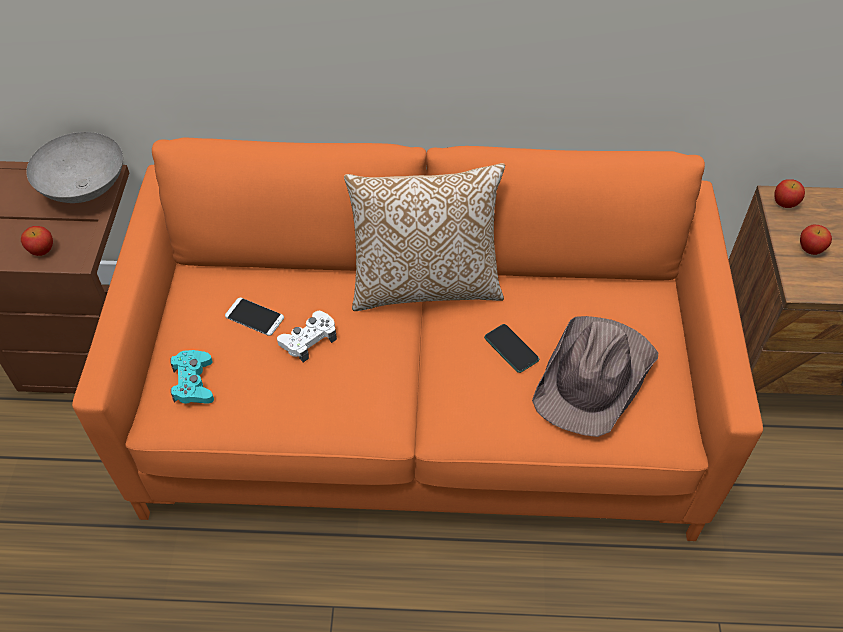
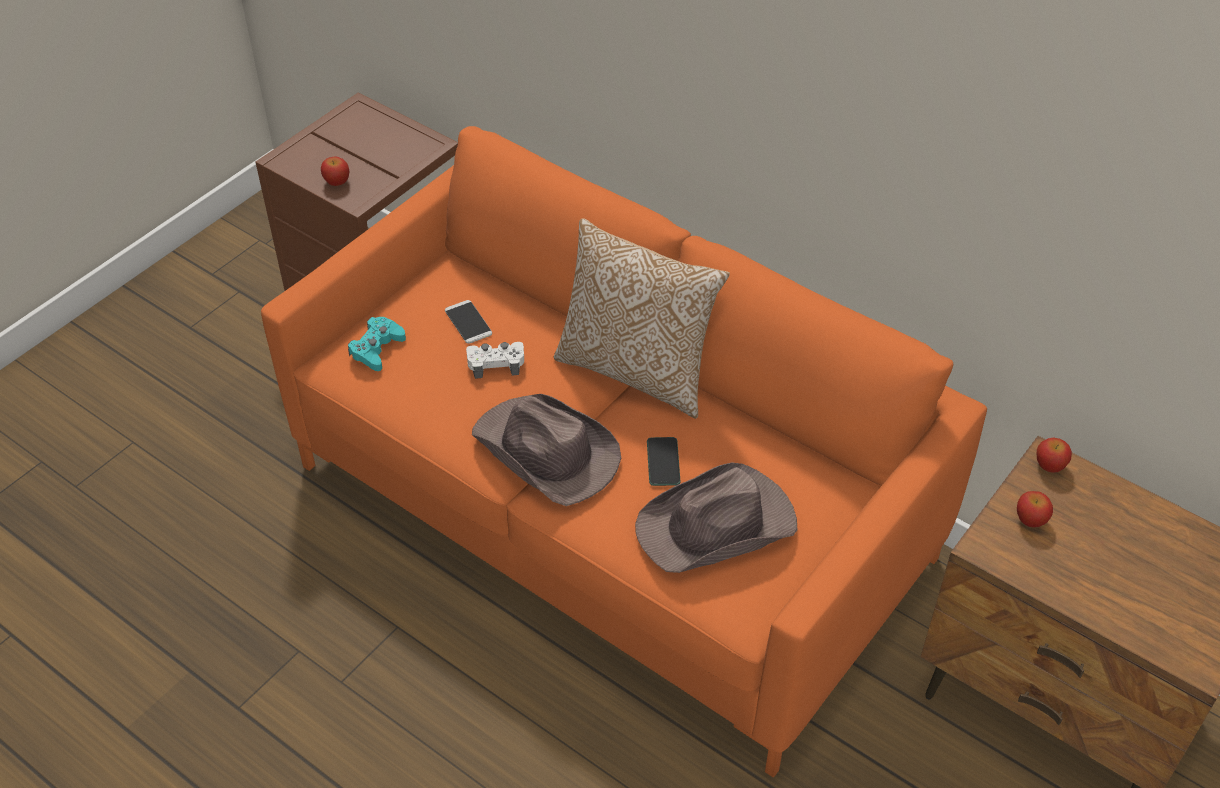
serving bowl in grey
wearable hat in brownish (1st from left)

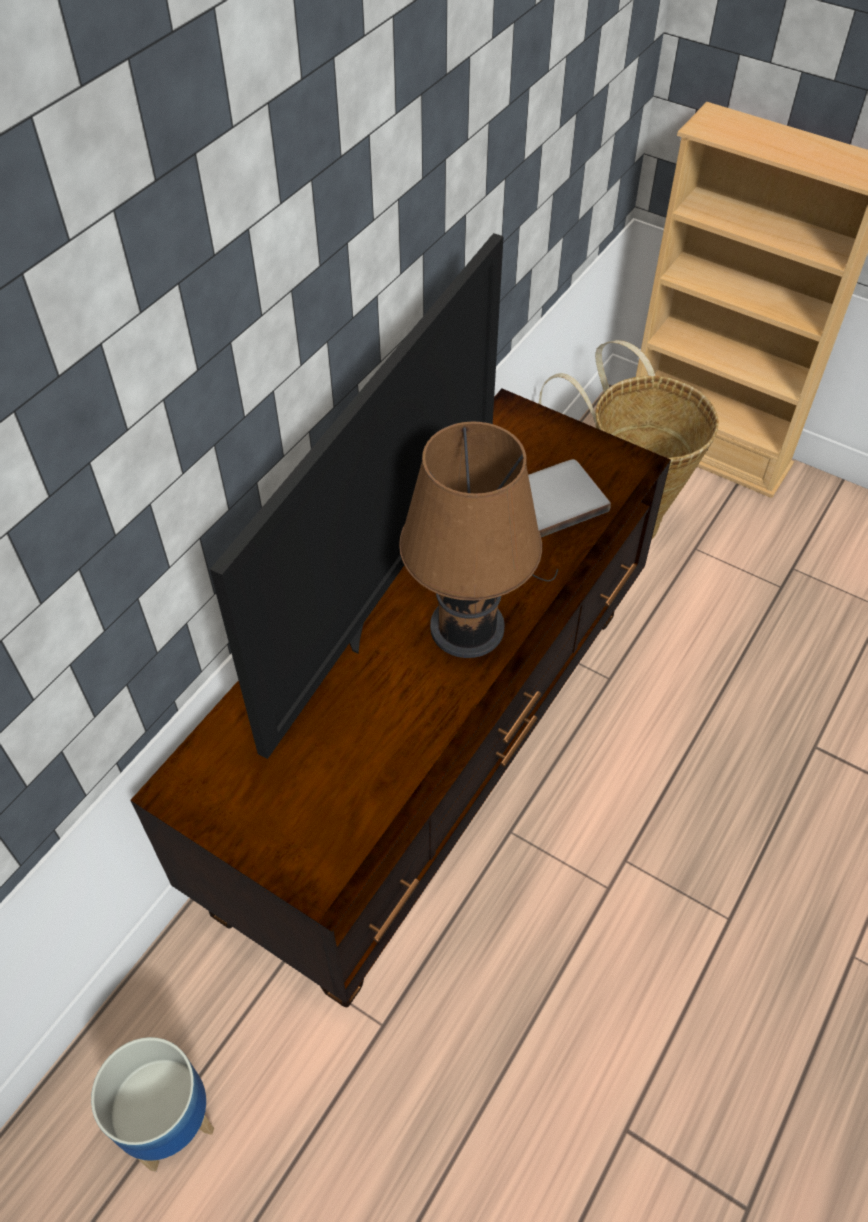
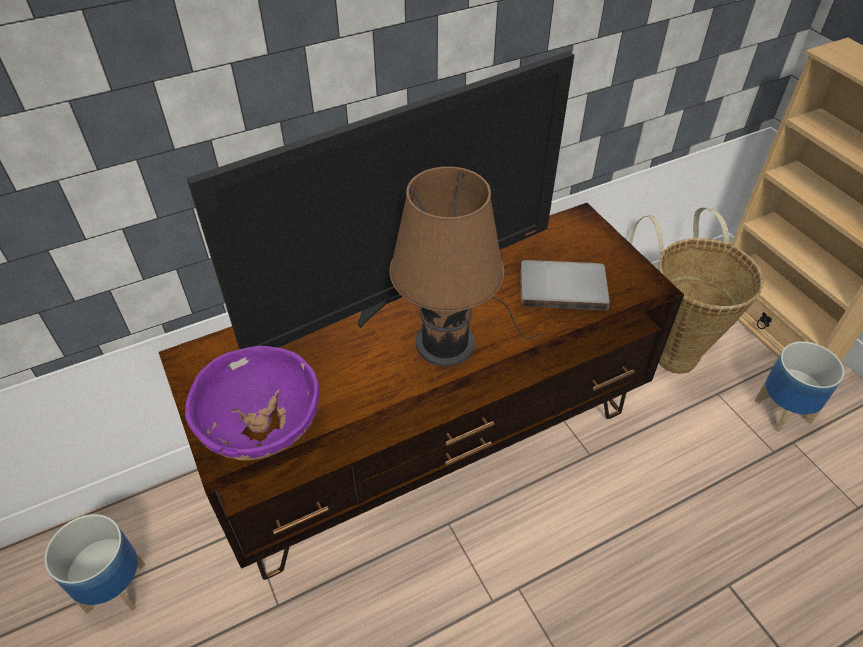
serving bowl in purple
flower pot (2nd from left)

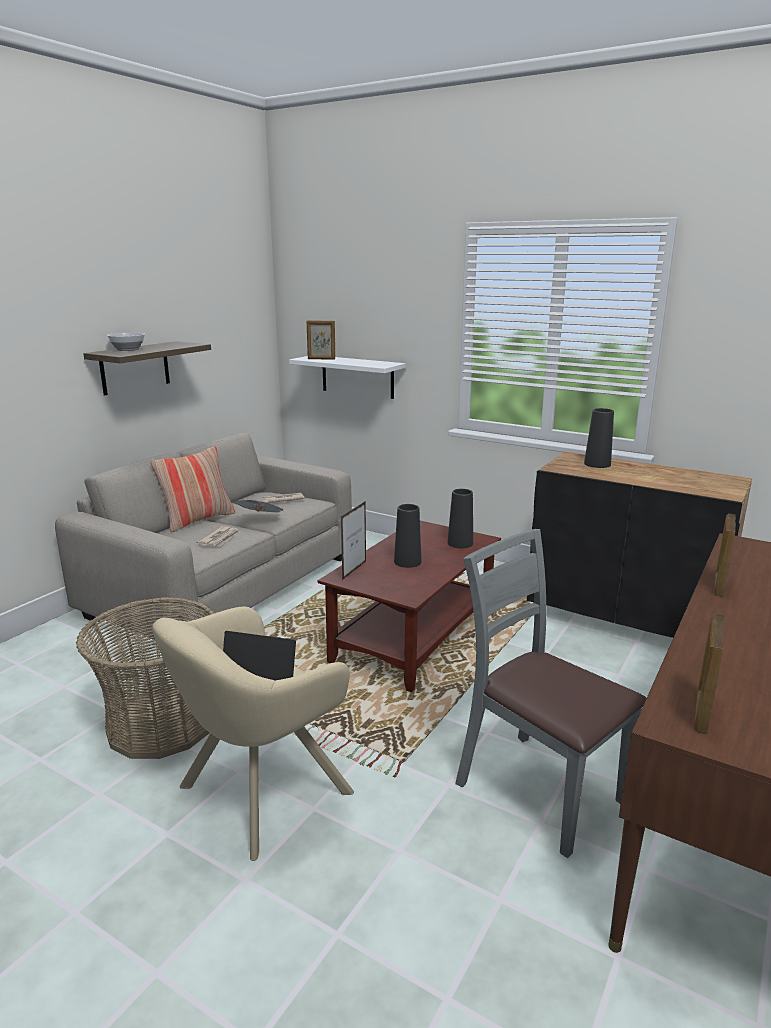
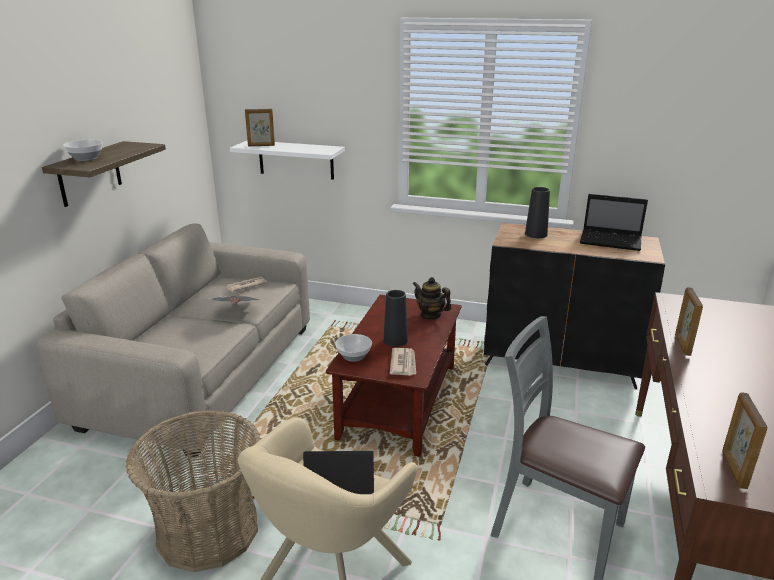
pillow
portable computer (2nd from left)
newspaper (3rd from left)
serving bowl (2nd from left)
pot for tea

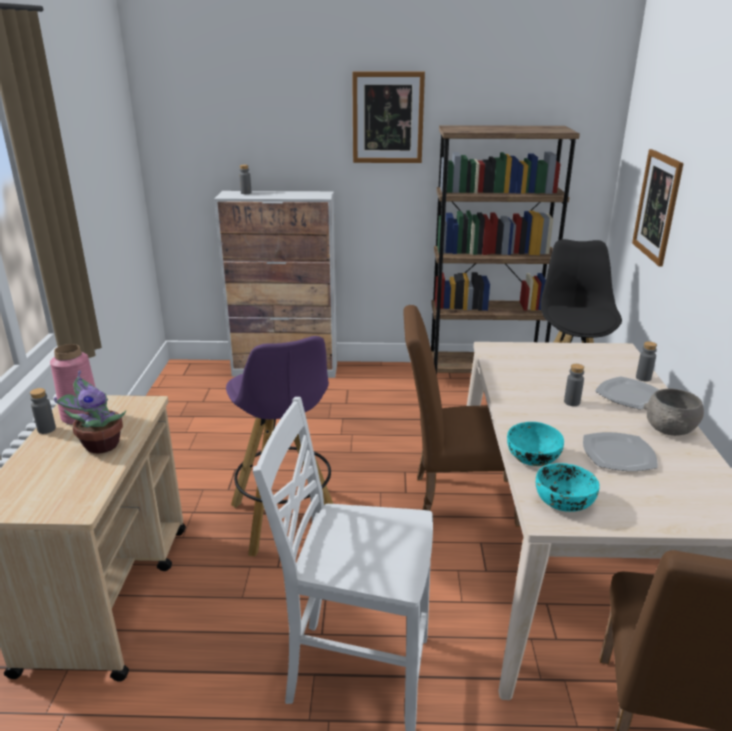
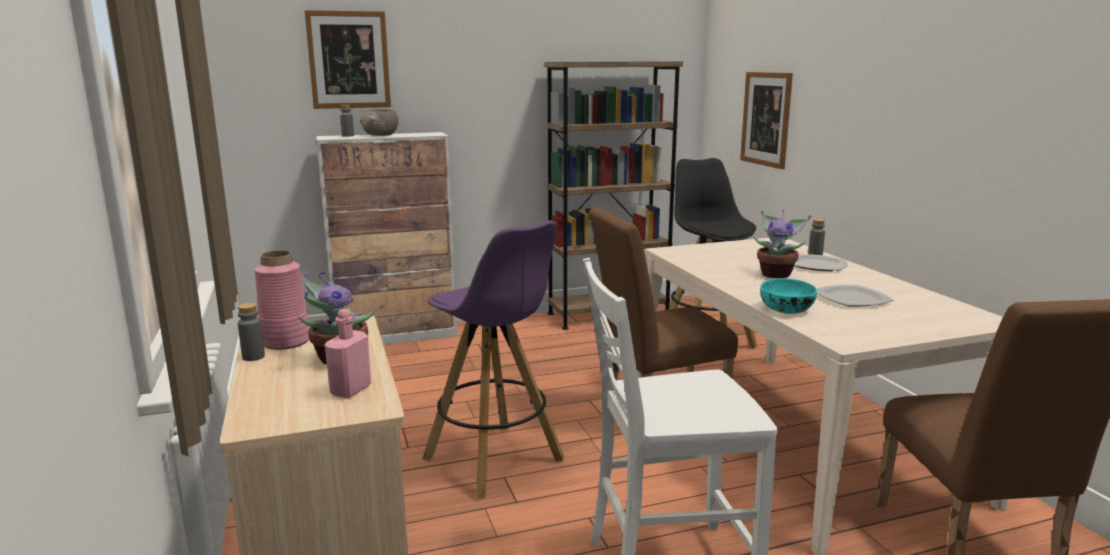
serving bowl in turquoise-coloured (2nd from left in the first image)
bottle in pink-coloured
wall art (1st from left)
serving bowl in grey
houseplant (2nd from left)

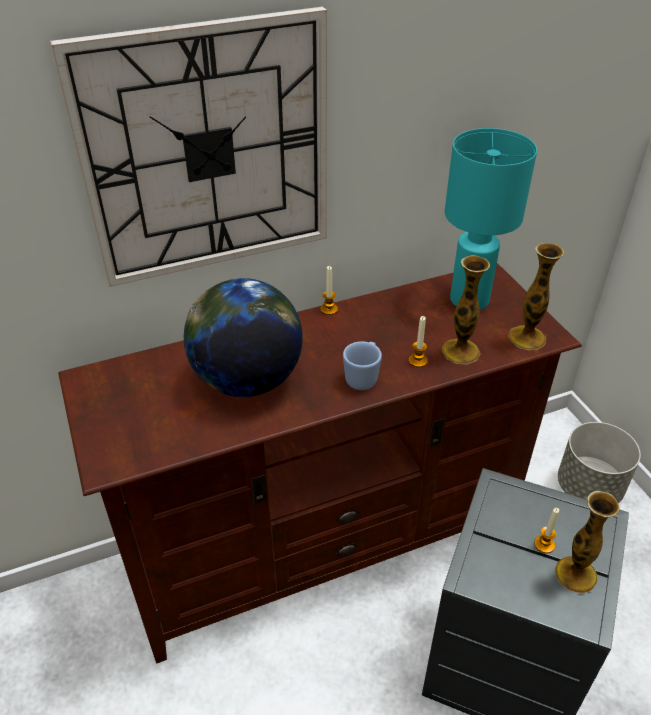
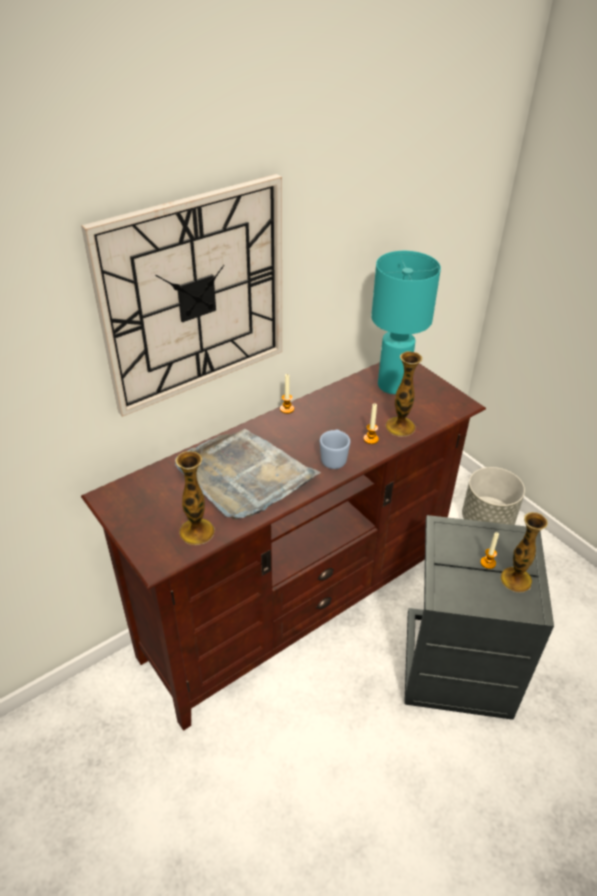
flower vase (1st from left)
tray in grey

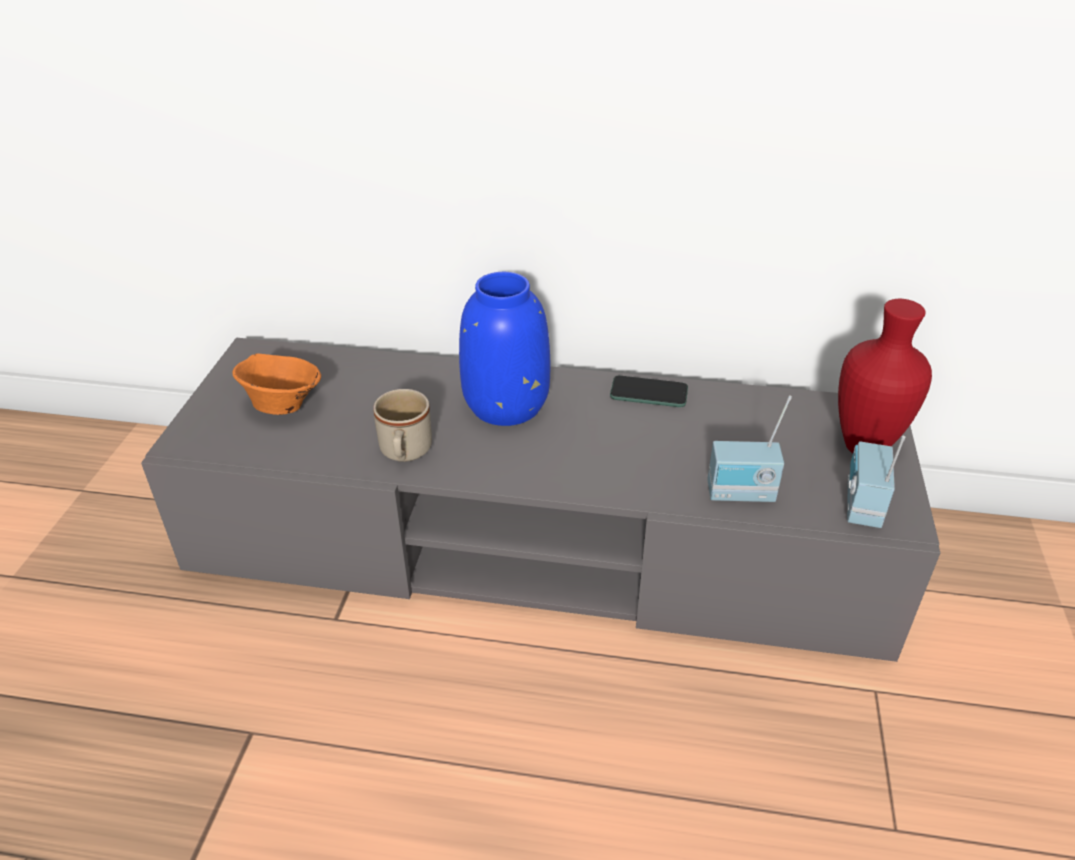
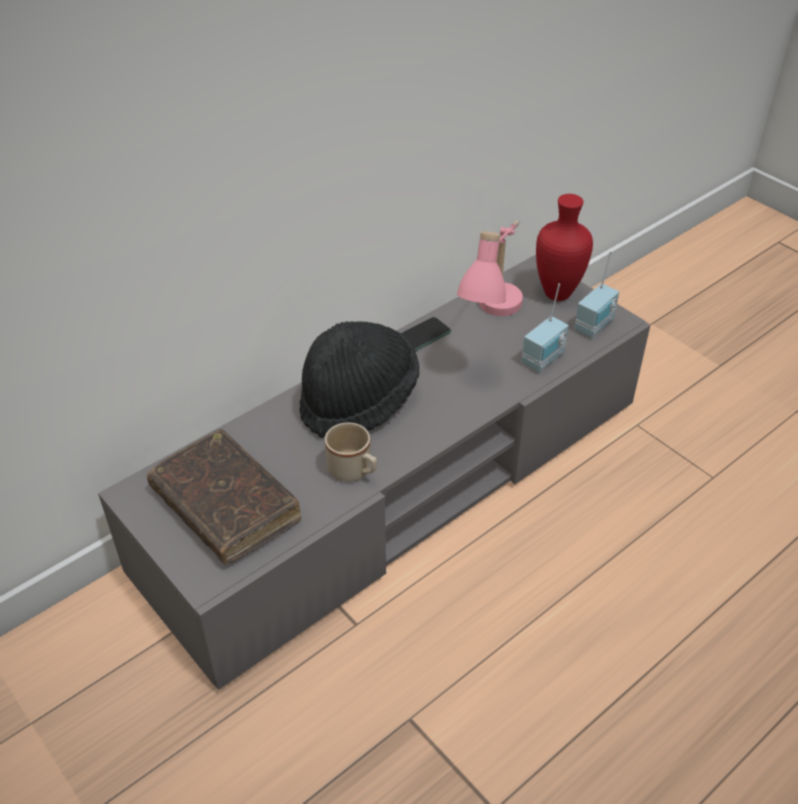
table lamp in pink-coloured
bound book in brownish
wearable hat in black
radio set (2nd from left)

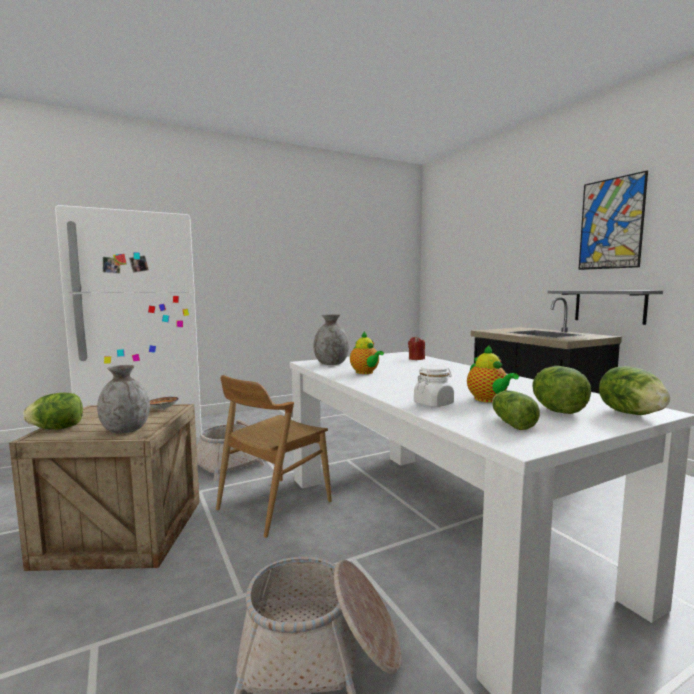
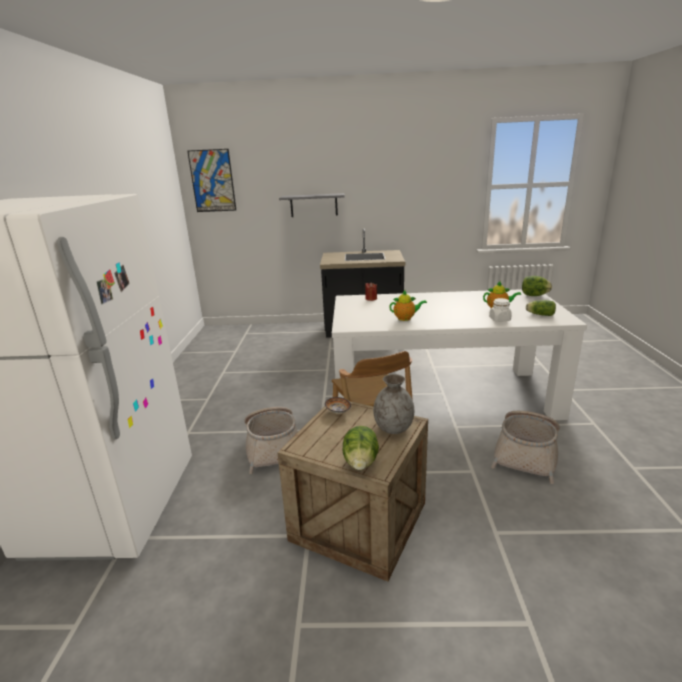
flower vase in grey (2nd from left in the first image)
lettuce (3rd from left in the first image)
shelf in grey
wall art

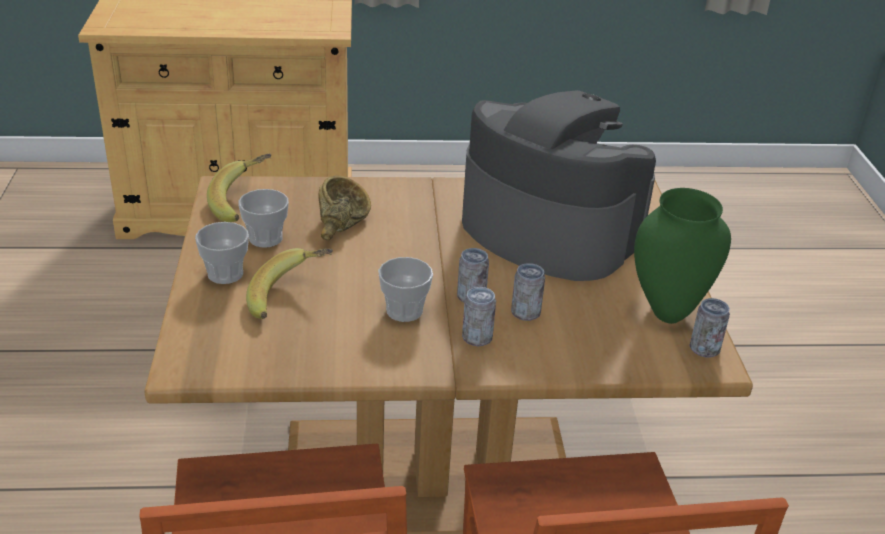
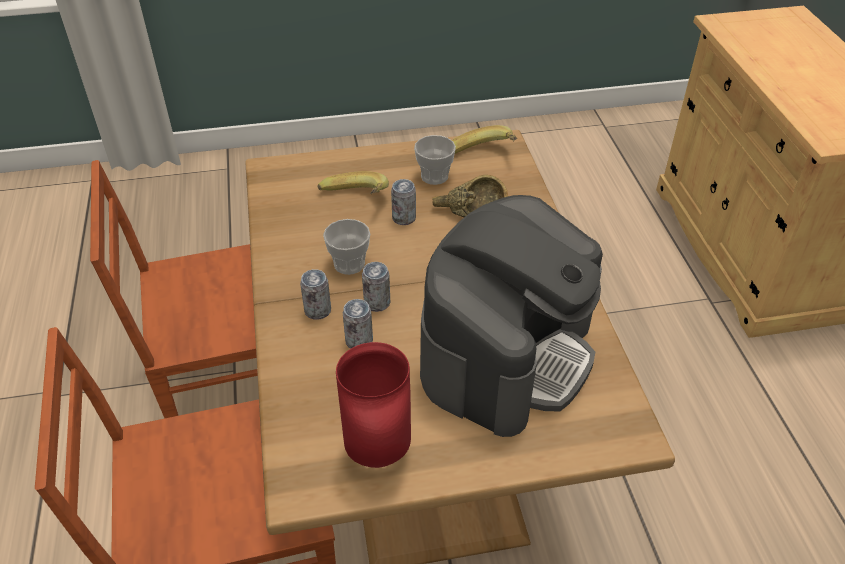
cup (1st from left in the first image)
sealed can (4th from left)
flower vase in reddish

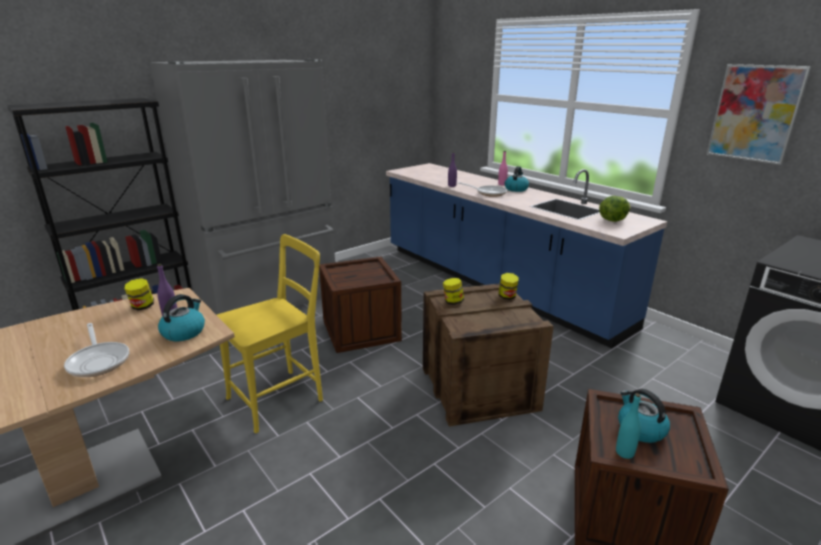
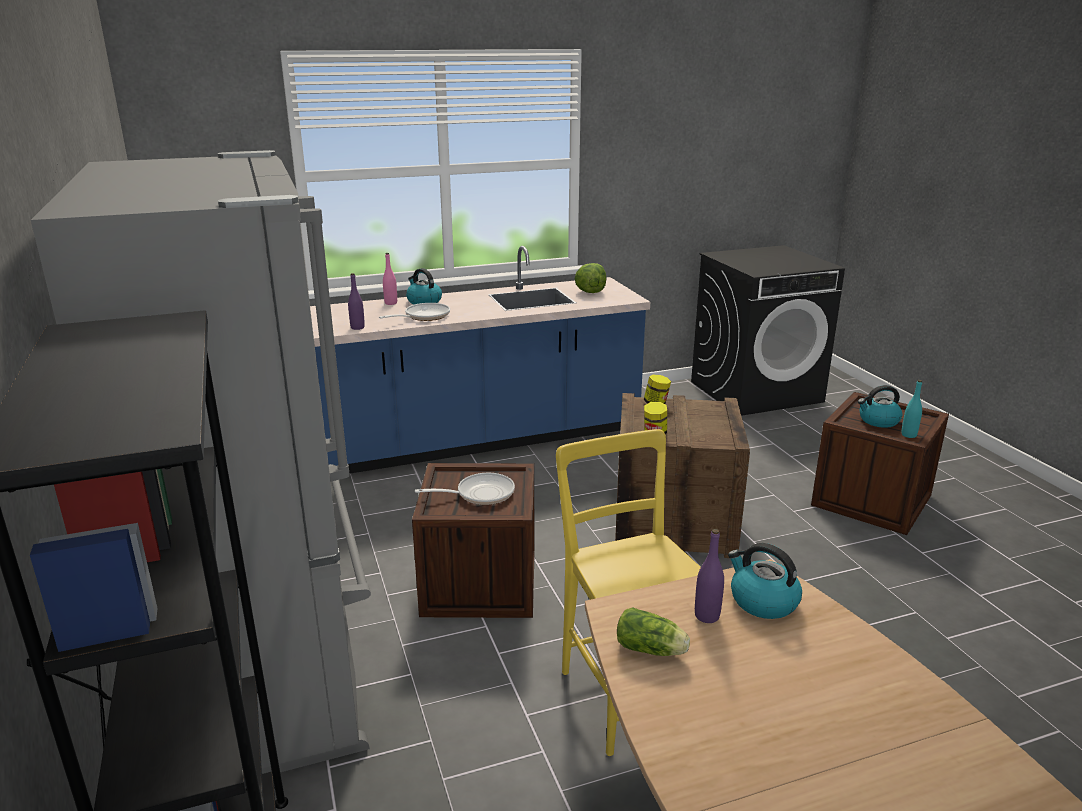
wall art
frying pan (2nd from left)
lettuce (2nd from left)

